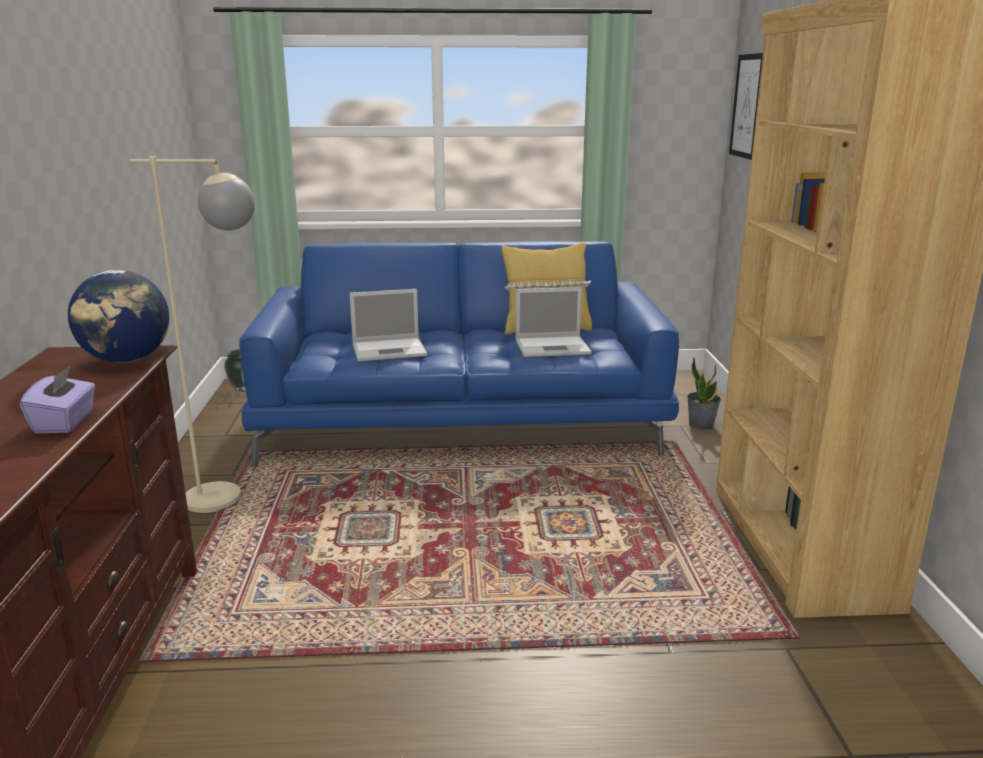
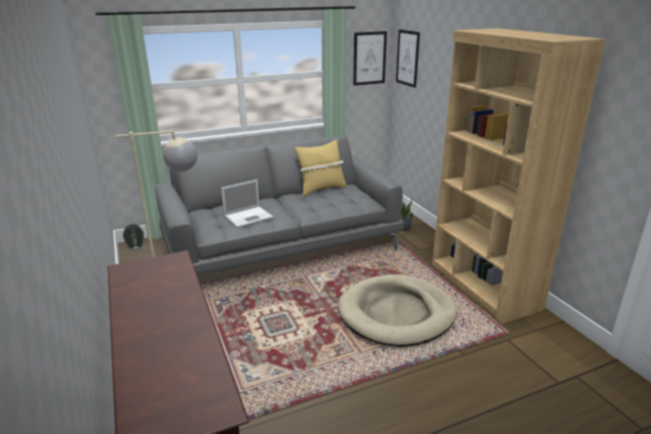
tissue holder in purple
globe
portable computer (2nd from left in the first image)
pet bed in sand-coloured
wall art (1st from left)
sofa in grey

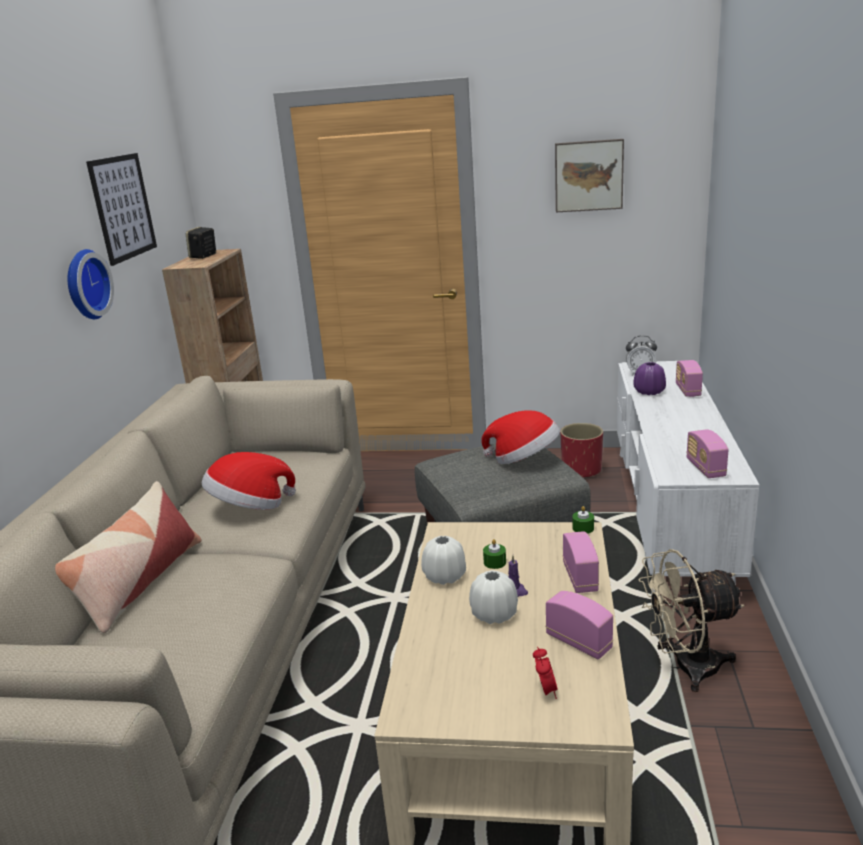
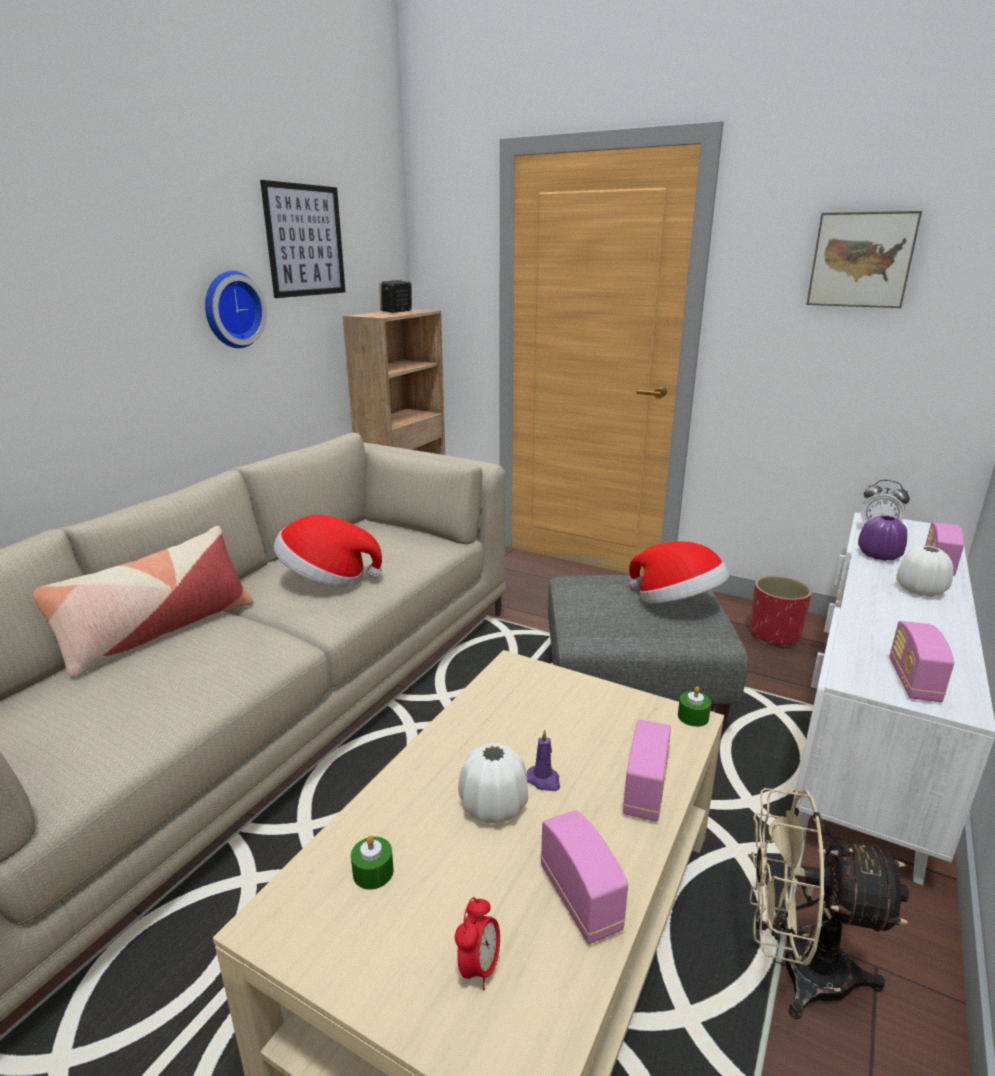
flower vase in whitish (2nd from left)
candle in green-coloured (1st from left)

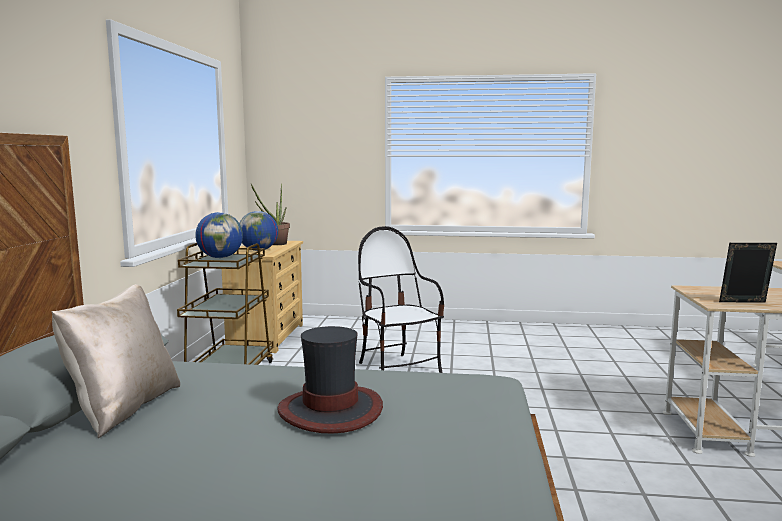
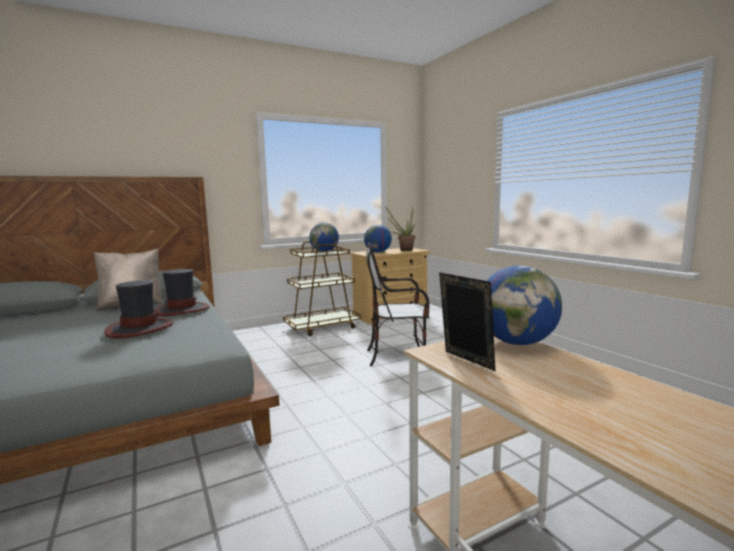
wearable hat (2nd from left)
globe (3rd from left)
plain chair

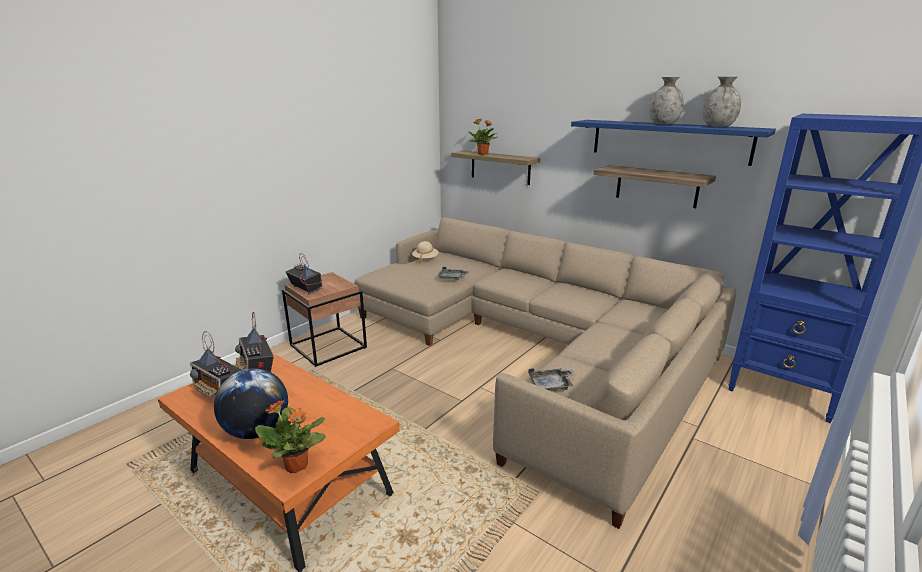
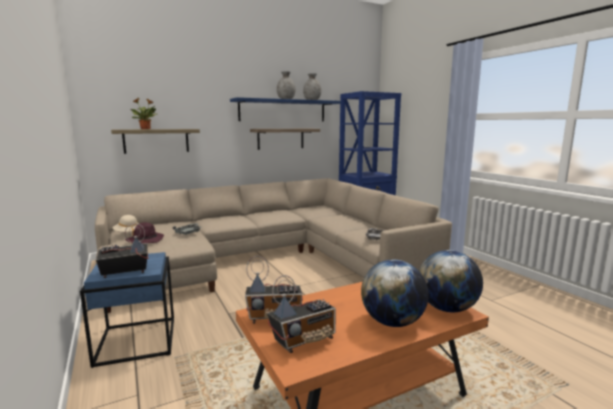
wearable hat in purple
globe (2nd from left)
end table in blue-coloured

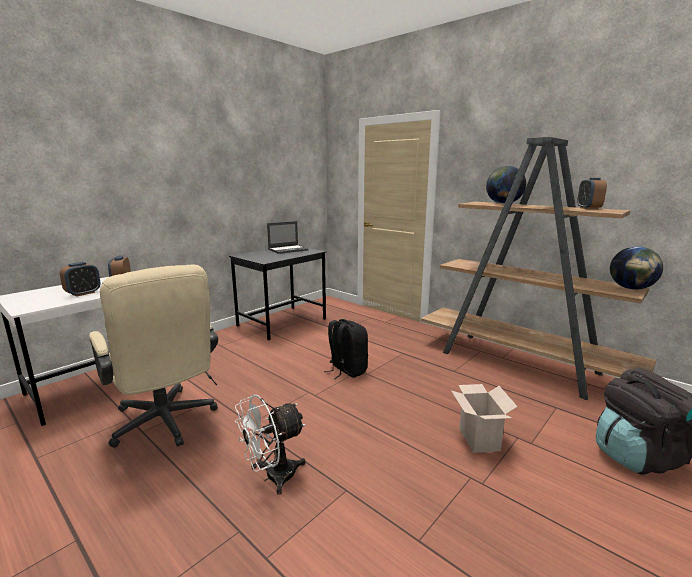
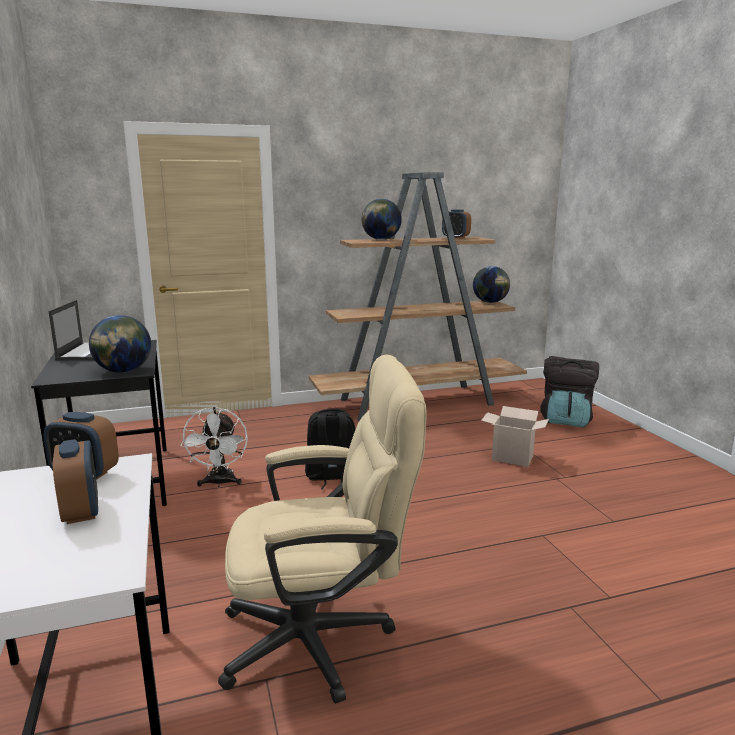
globe (1st from left)
fan in whitish

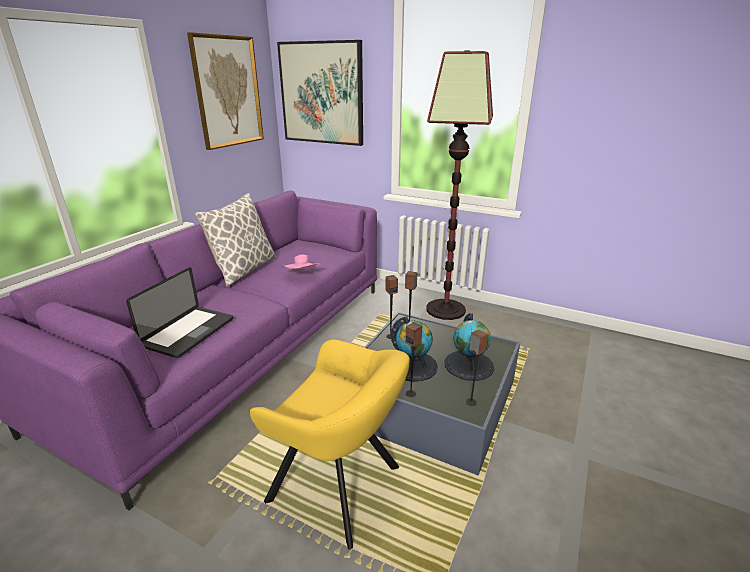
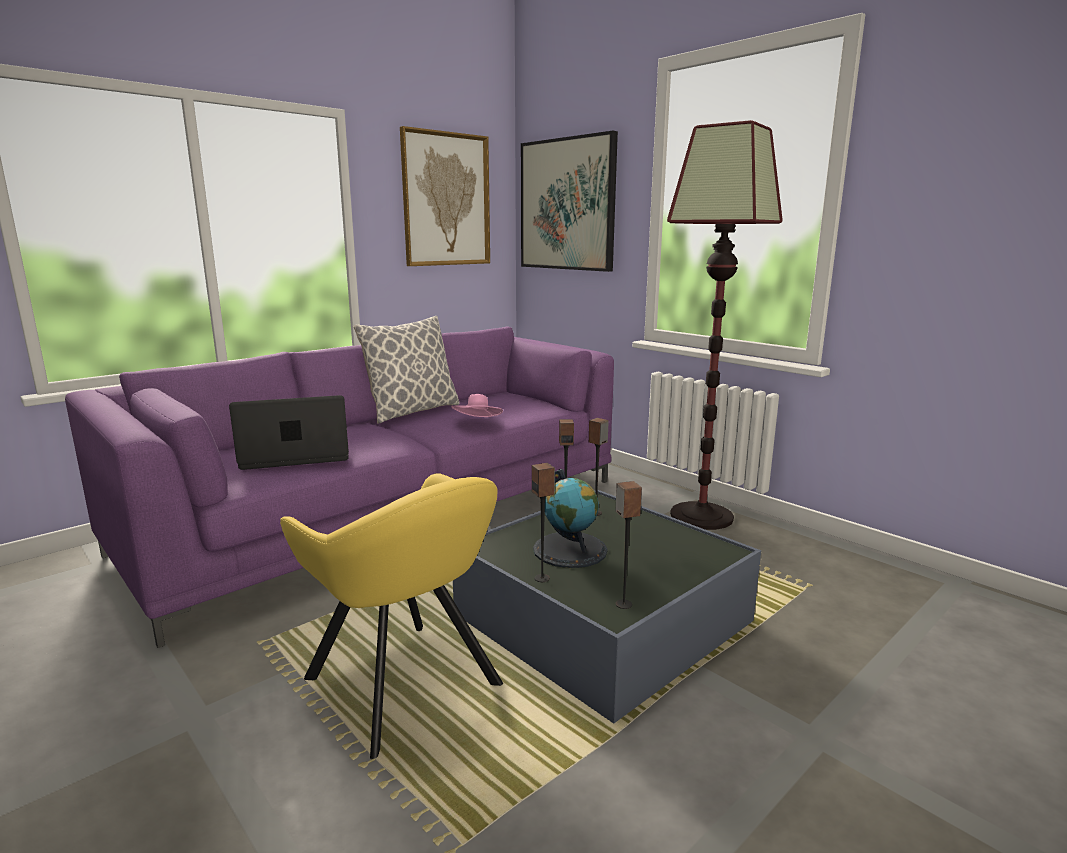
globe (2nd from left in the first image)
portable computer

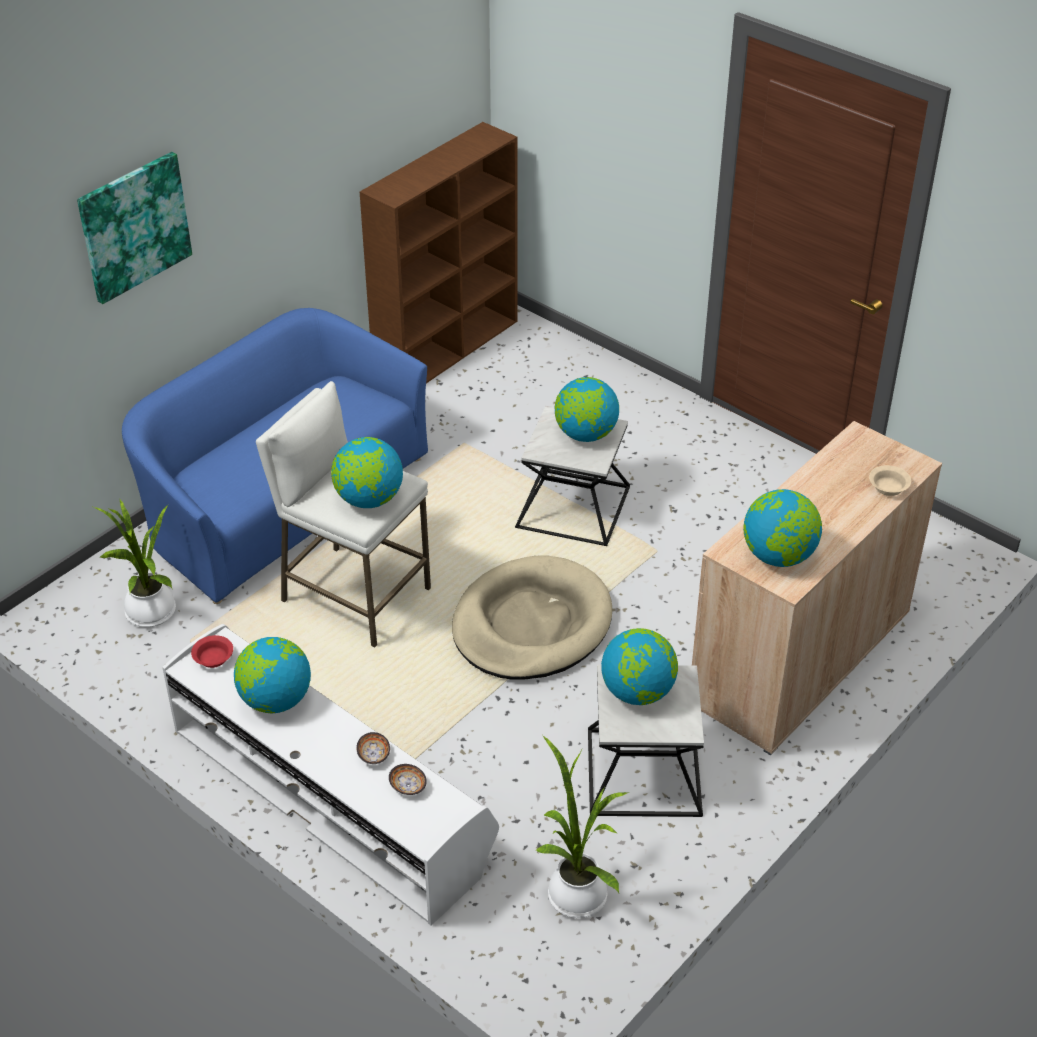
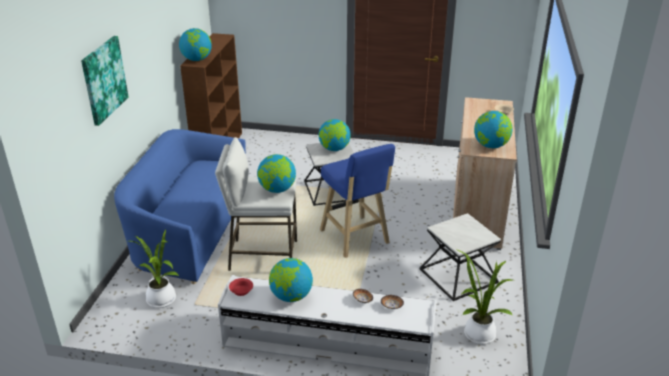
globe (1st from left)
sitting stool in blue-coloured

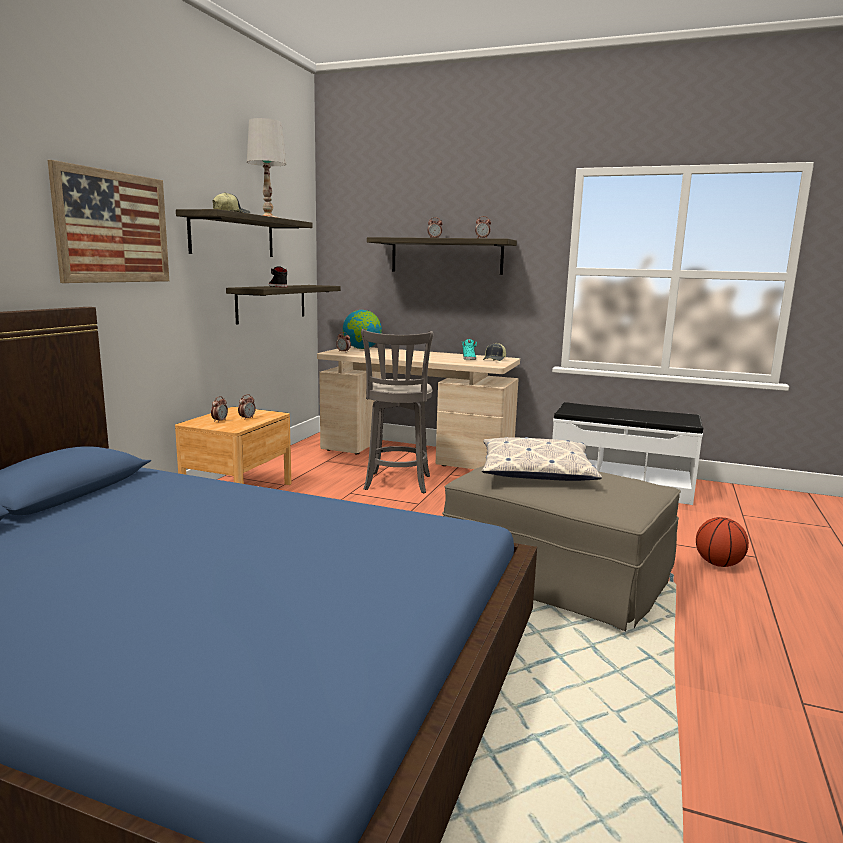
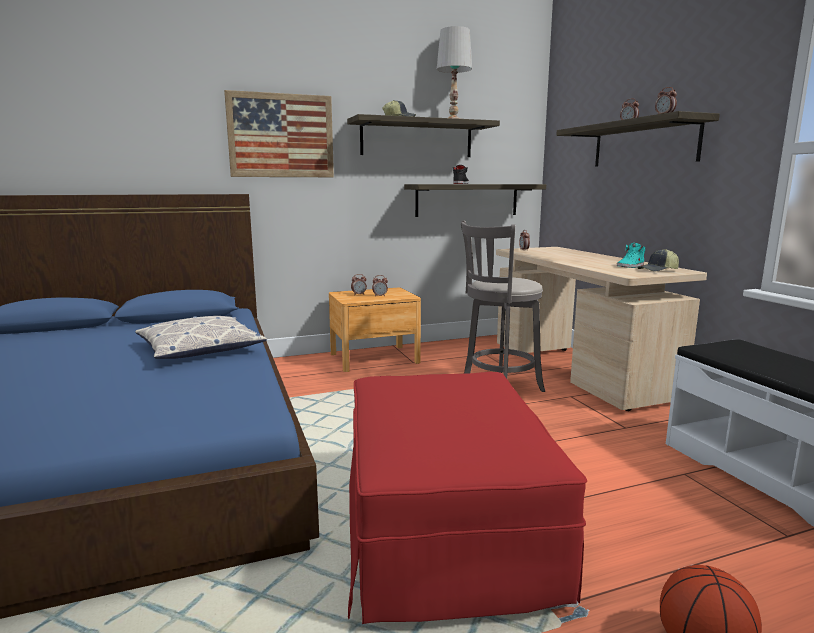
globe
pillow
ottoman in reddish

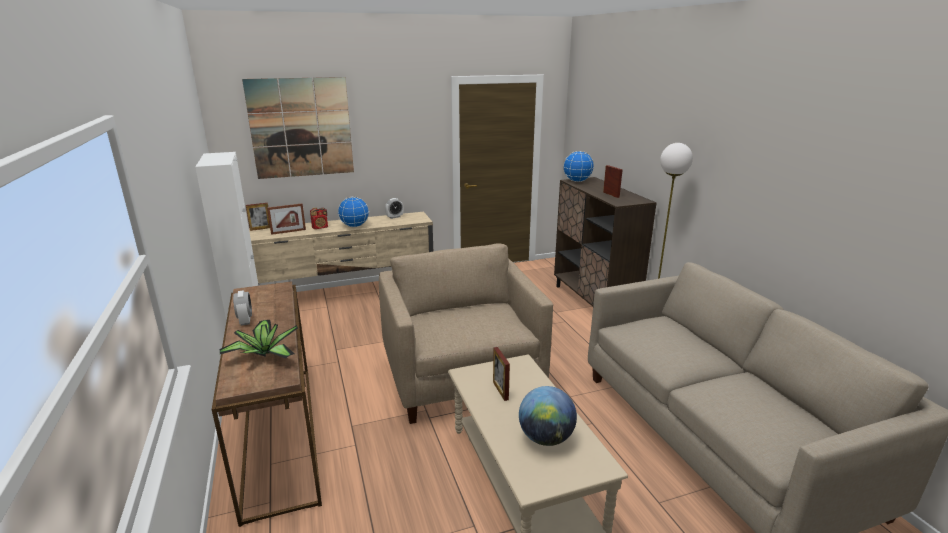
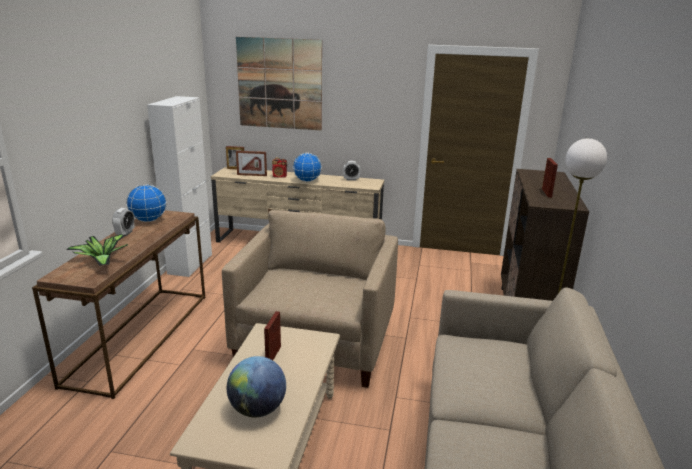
globe (1st from left)

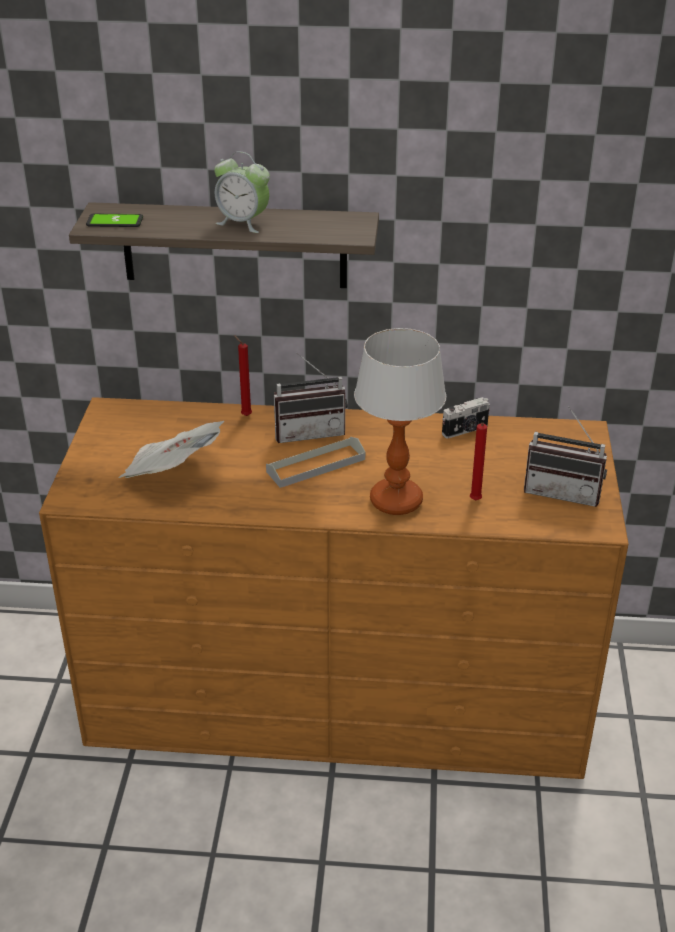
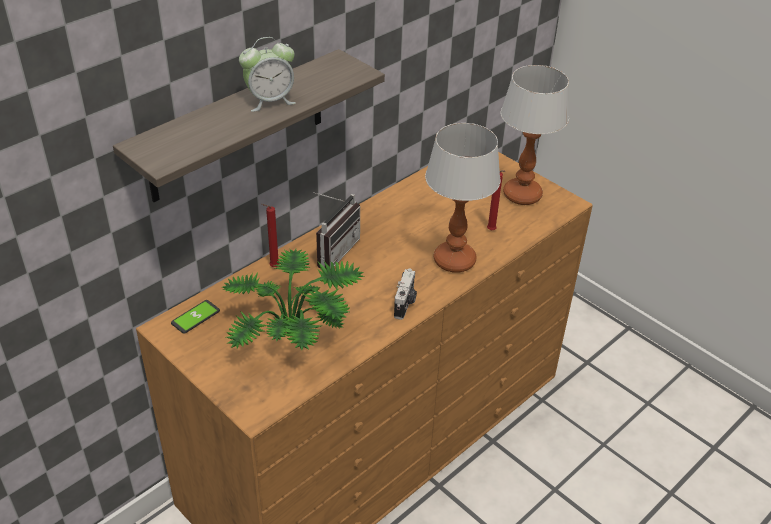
tray in grey
telephone
still camera
houseplant
table lamp (2nd from left)

